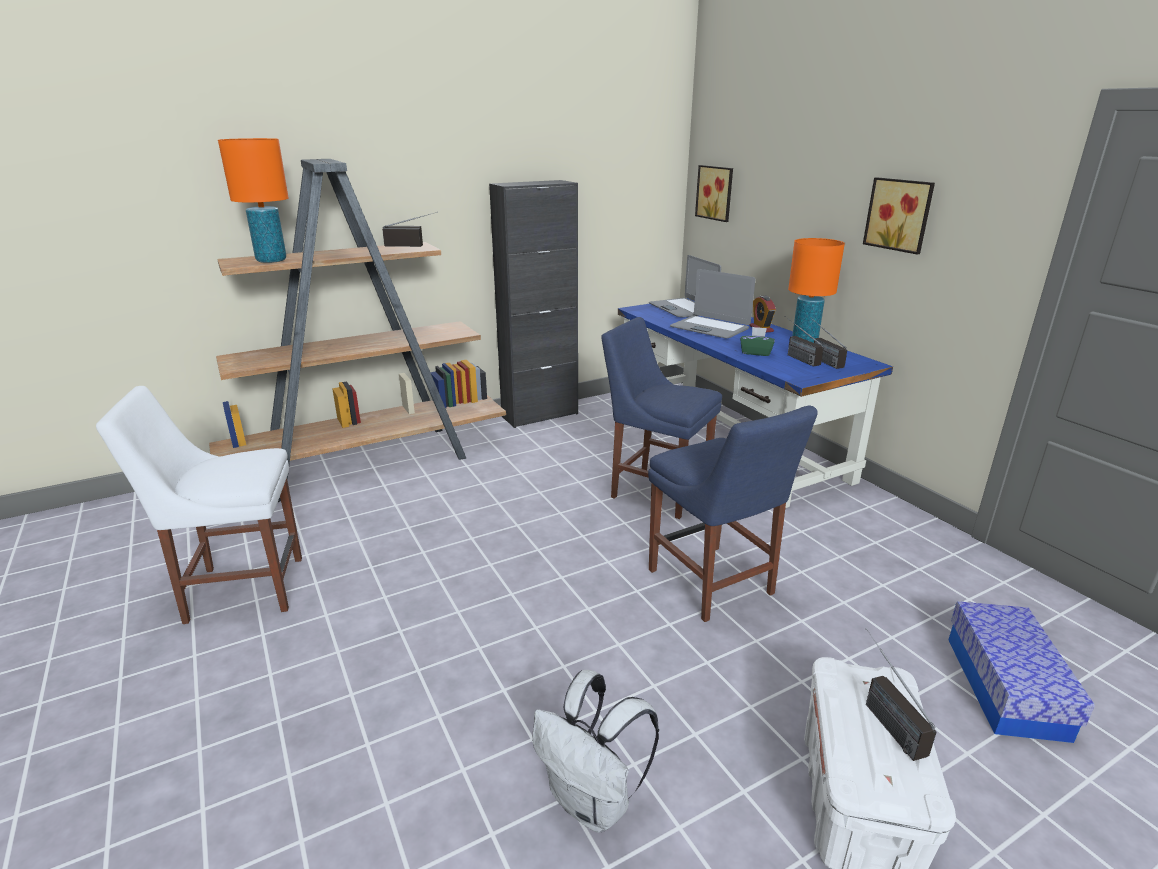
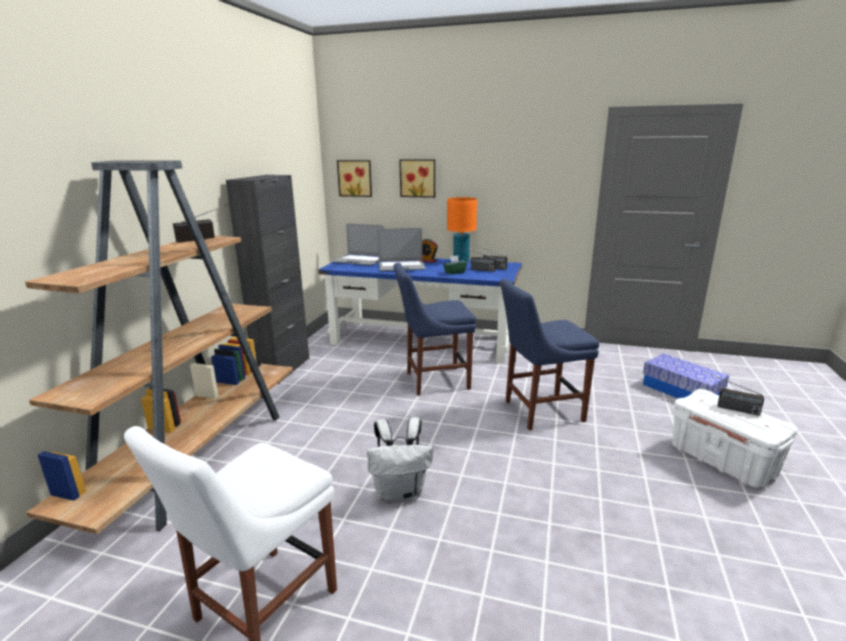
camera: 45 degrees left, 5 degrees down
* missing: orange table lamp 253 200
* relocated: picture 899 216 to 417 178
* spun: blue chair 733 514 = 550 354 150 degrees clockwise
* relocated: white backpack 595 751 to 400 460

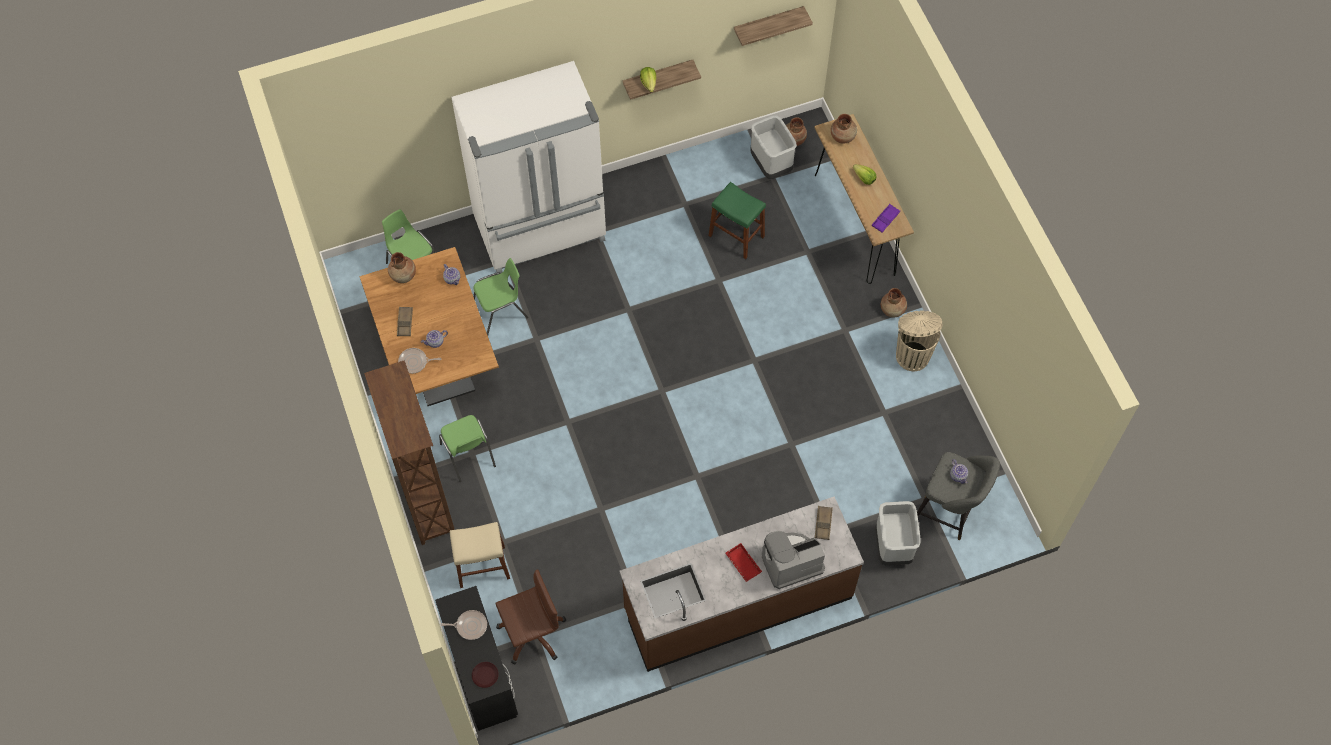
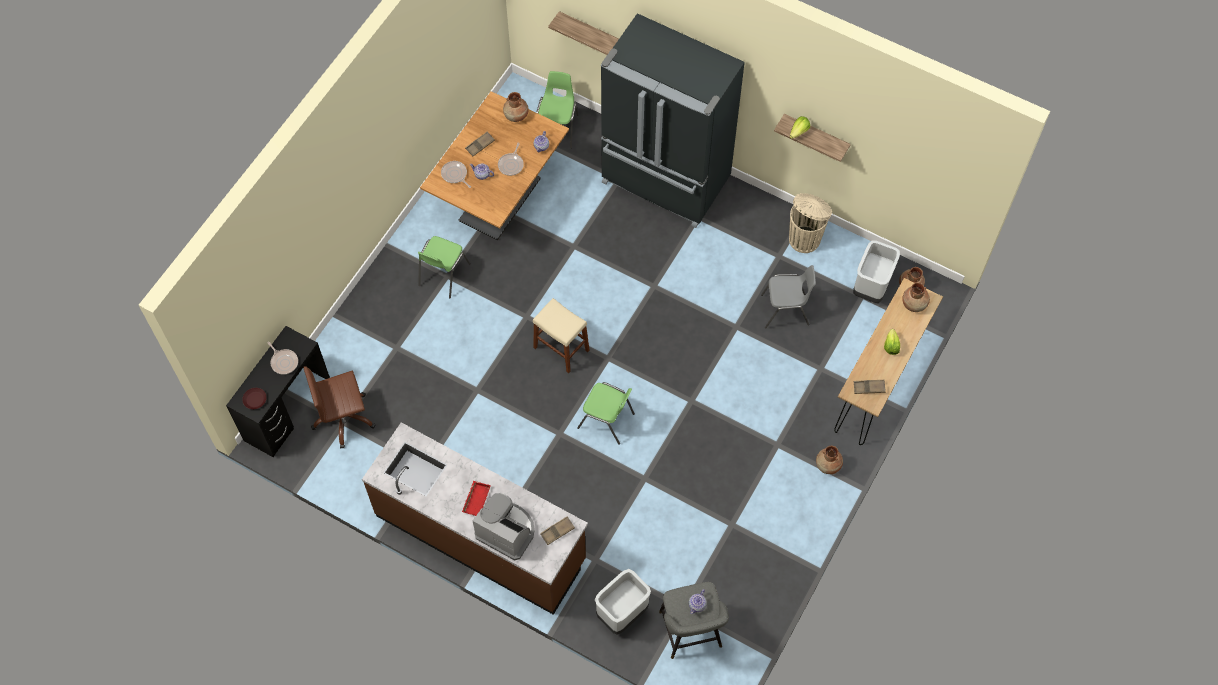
camera: 50 degrees right, 0 degrees up
* relocated: shelf 773 26 to 583 33
* colour: white fridge 528 167 to black fridge 673 120
* exchanged: green stool 737 220 to grey chair 788 296
* colour: purple tray 886 218 to brown tray 870 387
* relocated: green chair 501 296 to 606 413
* relocated: beige trash can 919 341 to 810 223
* missing: brown bookcase 409 452
* relocated: beige stool 480 555 to 561 335
* spun: brown office chair 530 617 = 339 407 135 degrees clockwise
* appeared: frying pan 511 159

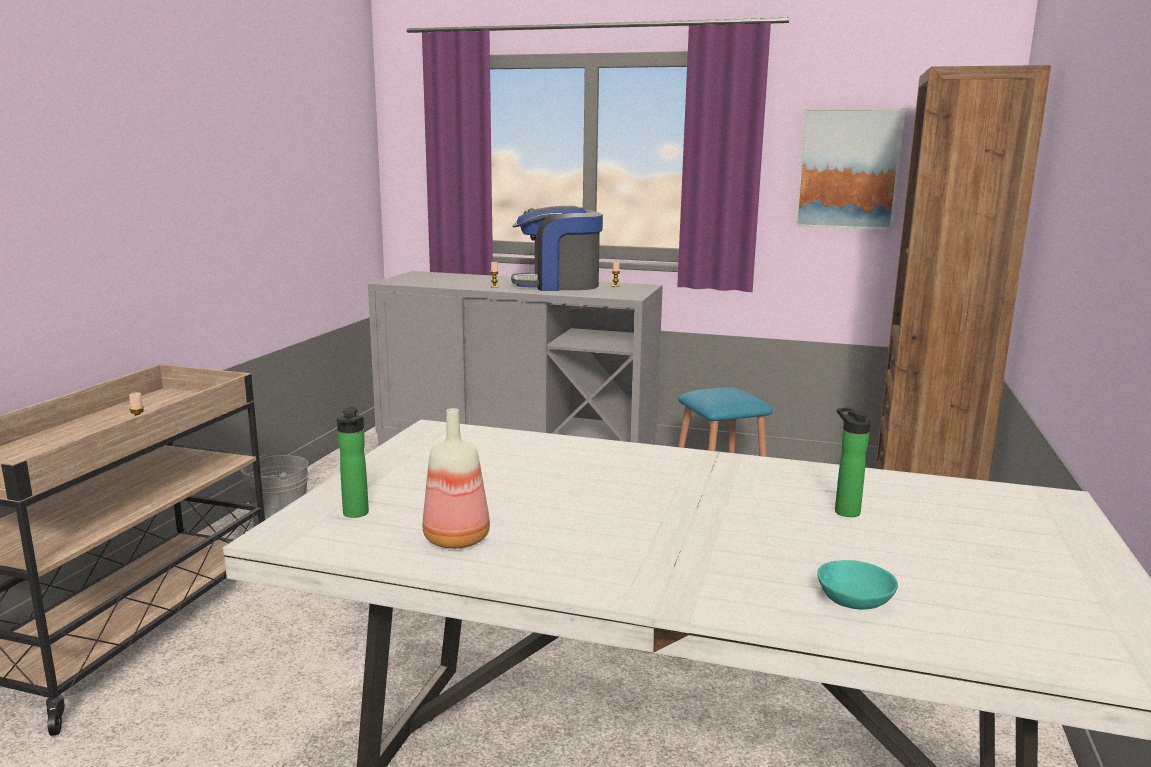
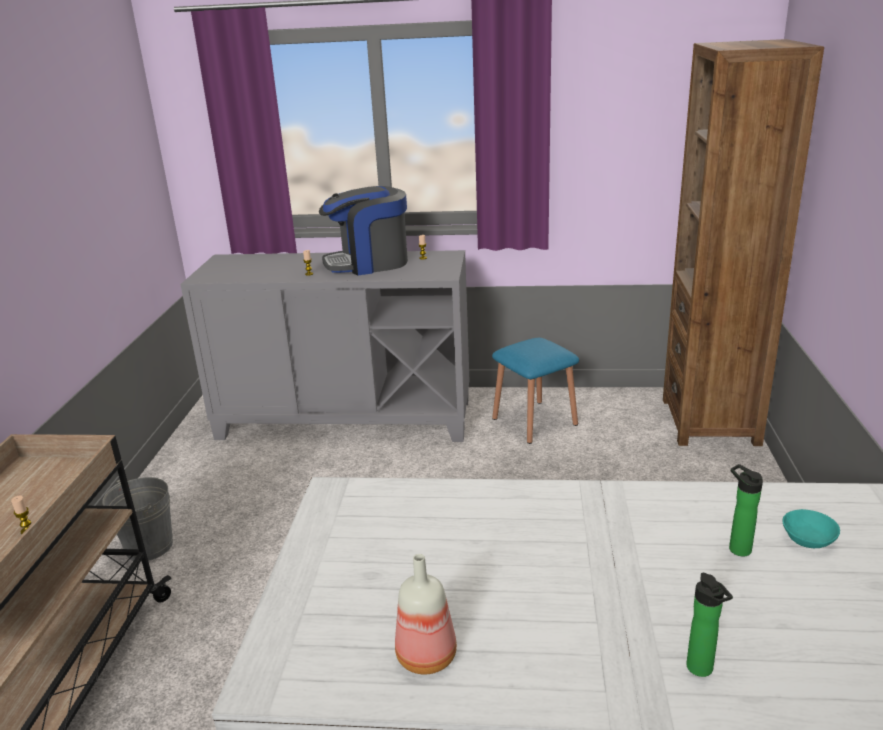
camera: 10 degrees left, 10 degrees up
* missing: picture 850 169
* relocated: bottle 353 462 to 709 625
* relocated: turquoise bowl 857 585 to 811 528

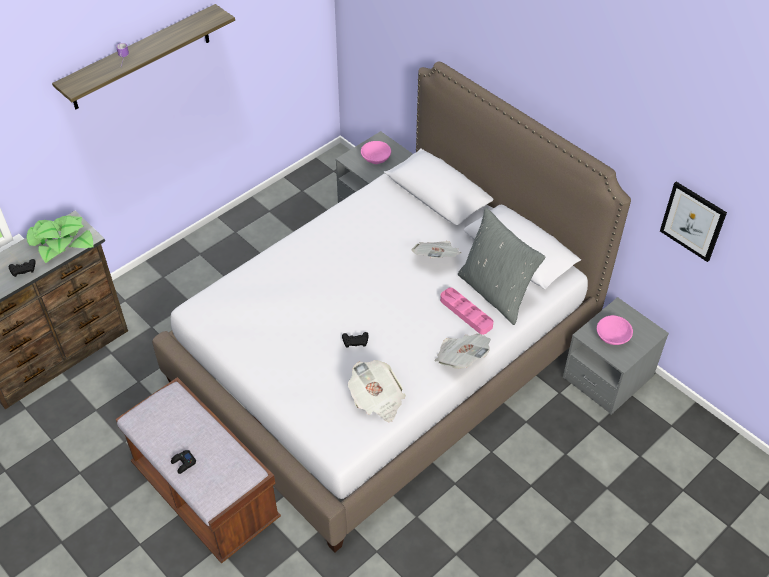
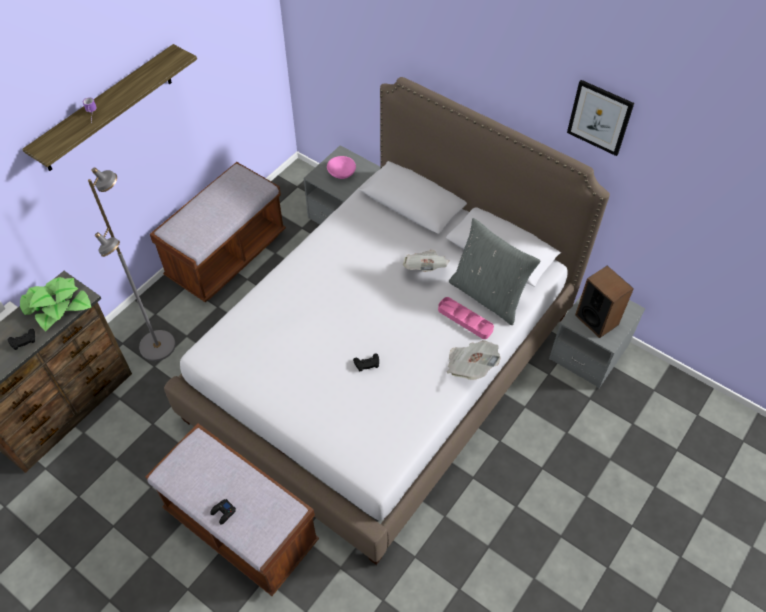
camera: 10 degrees left, 5 degrees up
* relocated: picture 693 222 to 600 118
* exchanged: pink bowl 615 330 to speaker 604 302
* missing: newspaper 377 391
* appeared: brown bench 218 232
* appeared: grey floor lamp 132 264

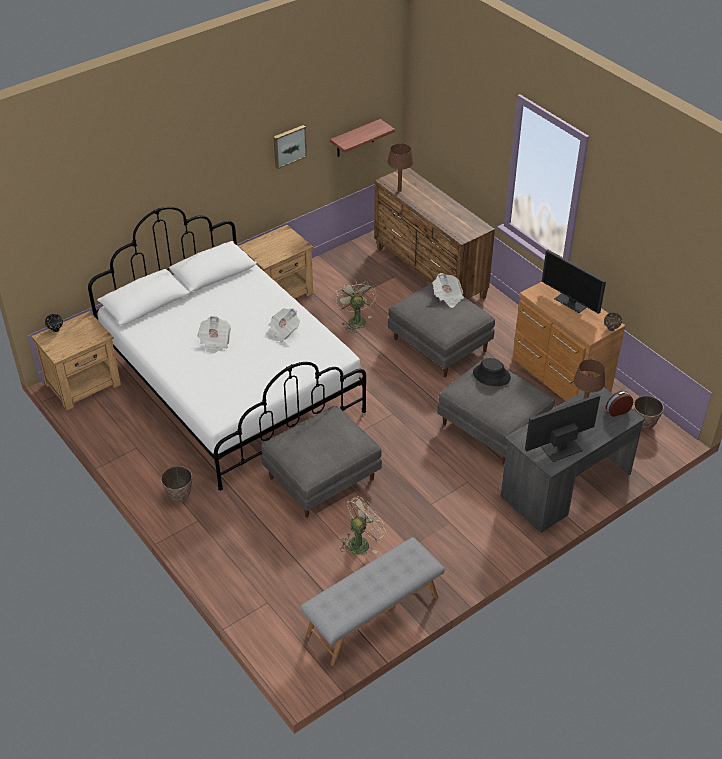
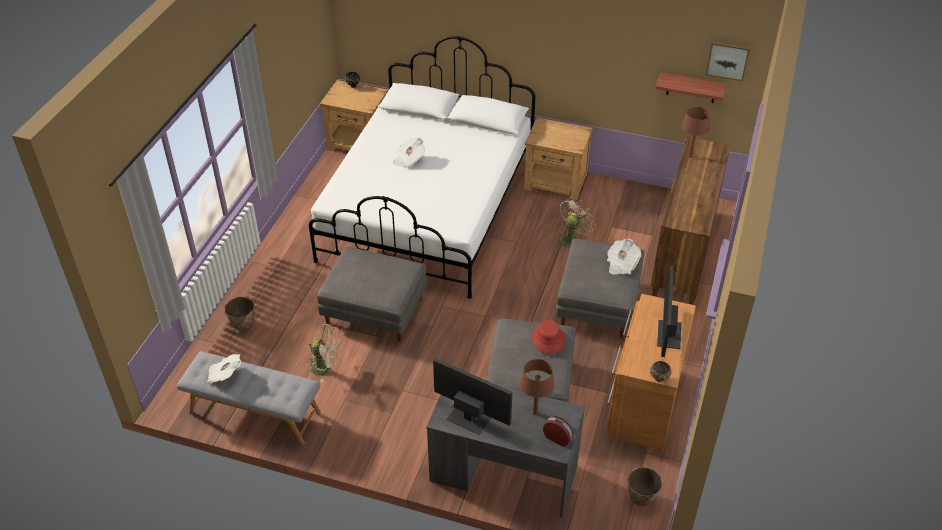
camera: 55 degrees right, 0 degrees up
* relocated: picture 290 147 to 728 61
* relocated: newspaper 282 325 to 224 368
* colour: black hat 492 372 to red hat 548 337
* relocated: planter 176 484 to 239 314

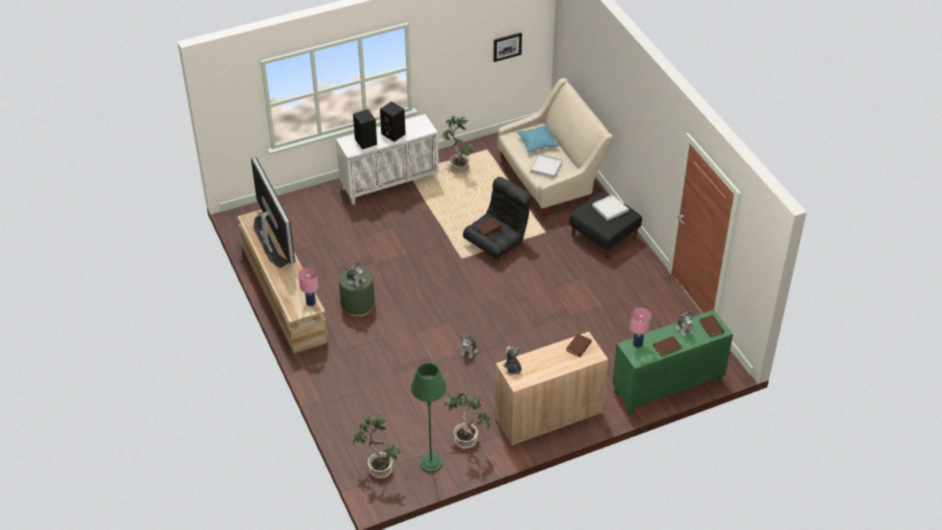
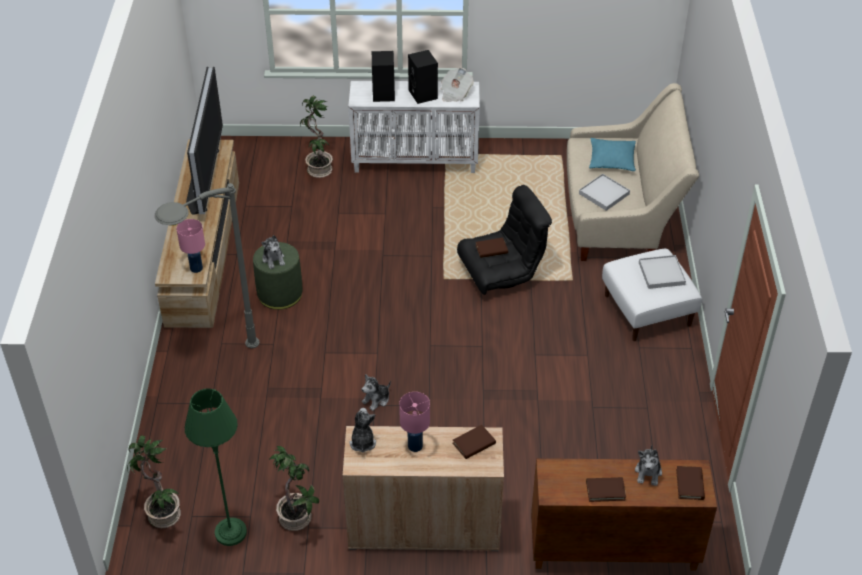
camera: 25 degrees right, 0 degrees up
* missing: picture 507 47
* relocated: potted plant 458 145 to 316 137
* colour: black ottoman 605 225 to white ottoman 652 294
* relocated: pink table lamp 640 328 to 414 422
* colour: green cabinet 672 362 to brown cabinet 624 514
* appeared: newspaper 457 85
* appeared: grey floor lamp 207 265

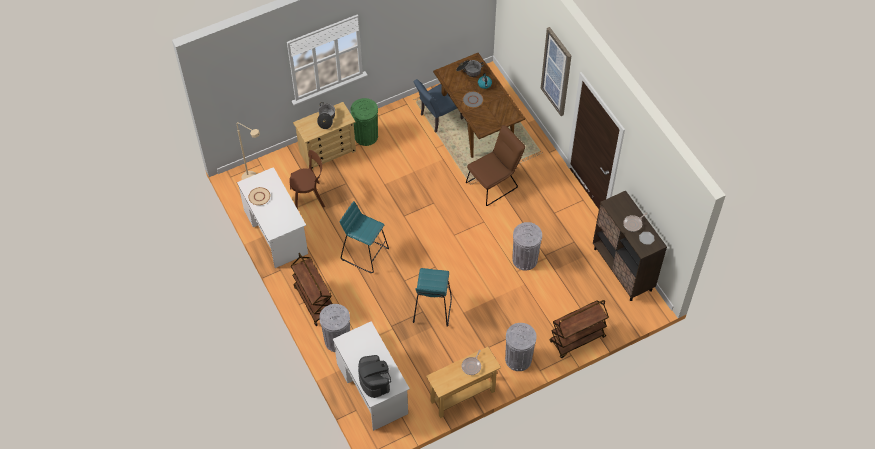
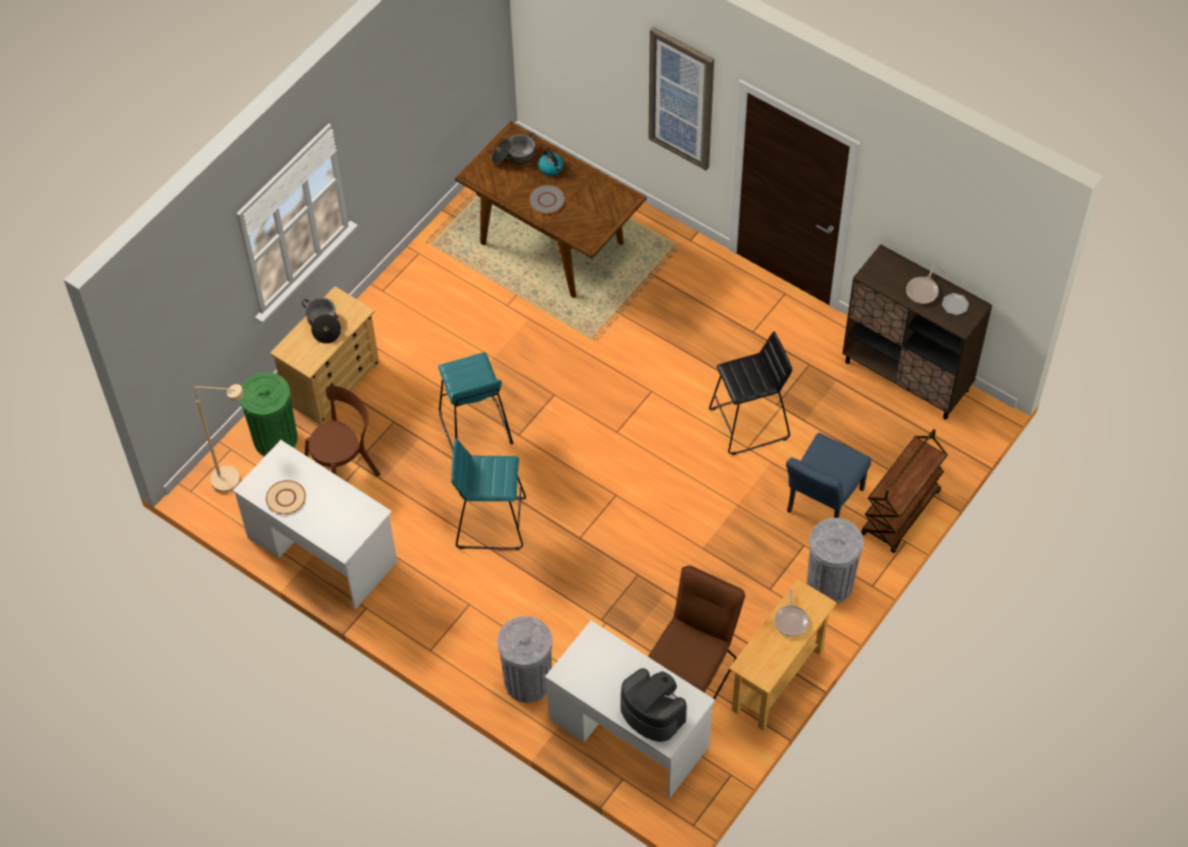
camera: 25 degrees left, 0 degrees up
* relocated: blue chair 438 106 to 828 475
* relocated: green trash can 364 122 to 269 414
* relocated: brown chair 495 165 to 696 632
* exchanged: grey trash can 527 246 to black stool 750 393
* missing: brown cart 311 289
* relocated: turquoise stool 432 297 to 475 402

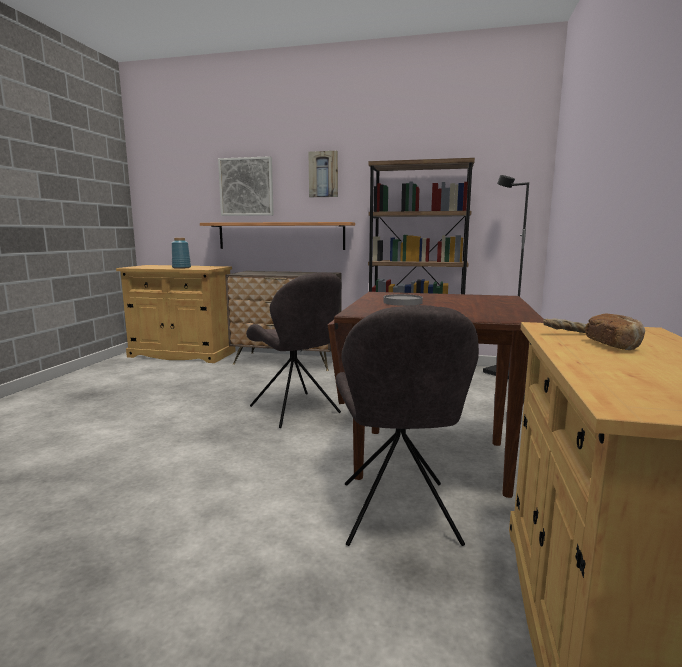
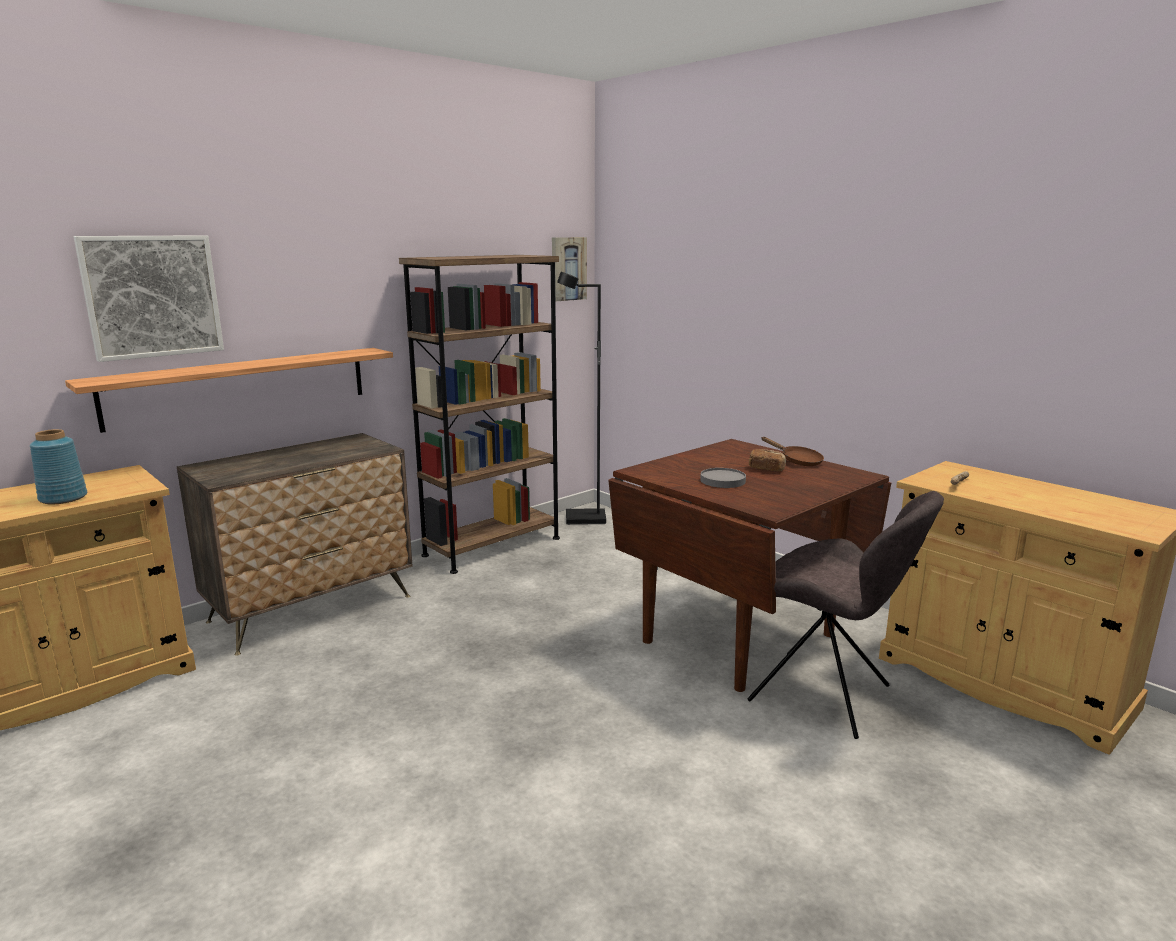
camera: 55 degrees left, 5 degrees up
* relocated: picture 323 174 to 569 269
* missing: grey chair 294 350
* relocated: bread 615 332 to 767 460
* appeared: brown frying pan 792 451

